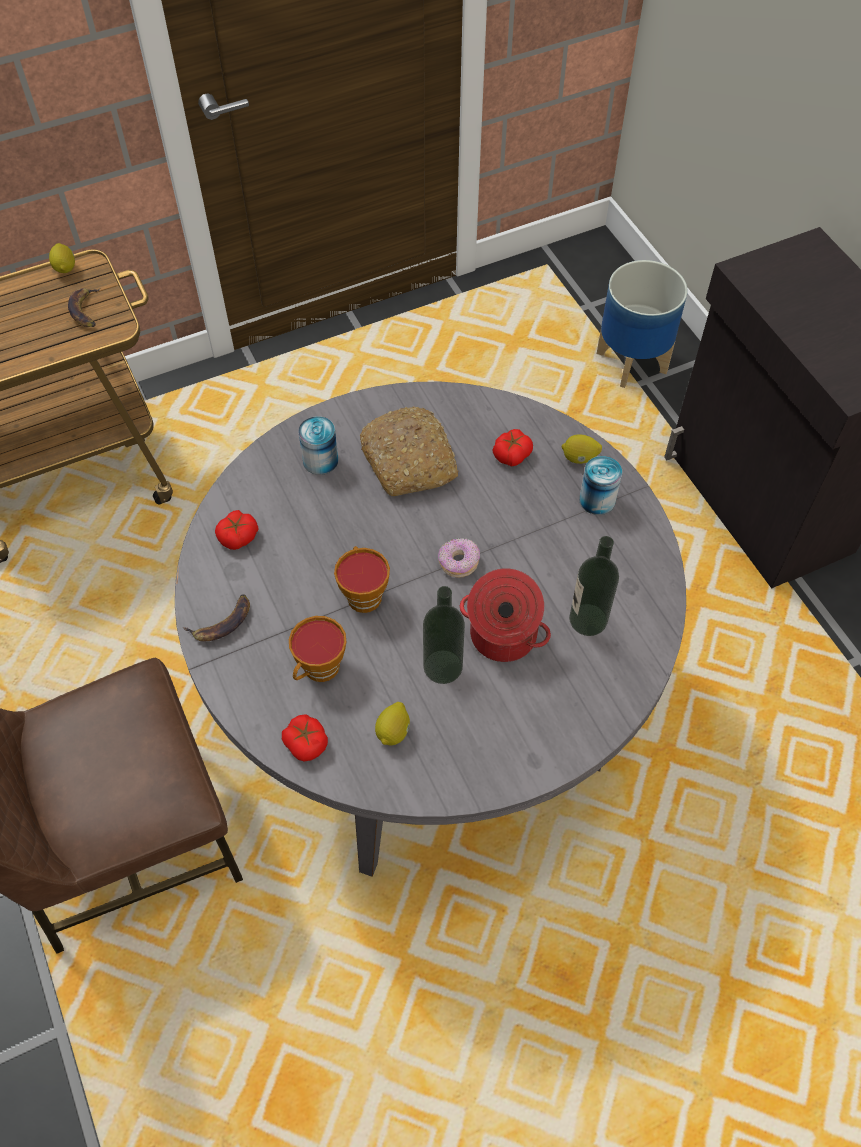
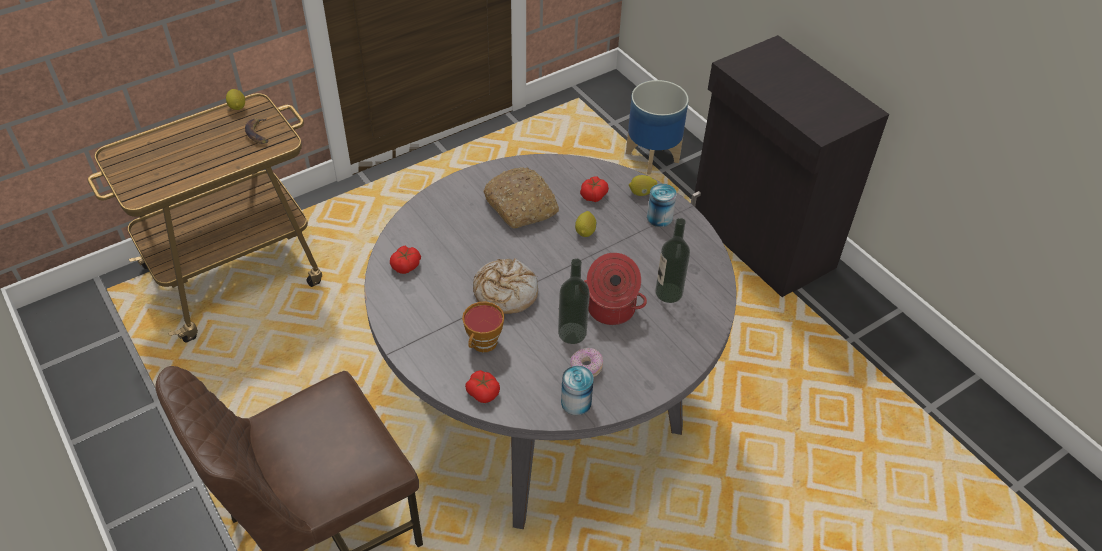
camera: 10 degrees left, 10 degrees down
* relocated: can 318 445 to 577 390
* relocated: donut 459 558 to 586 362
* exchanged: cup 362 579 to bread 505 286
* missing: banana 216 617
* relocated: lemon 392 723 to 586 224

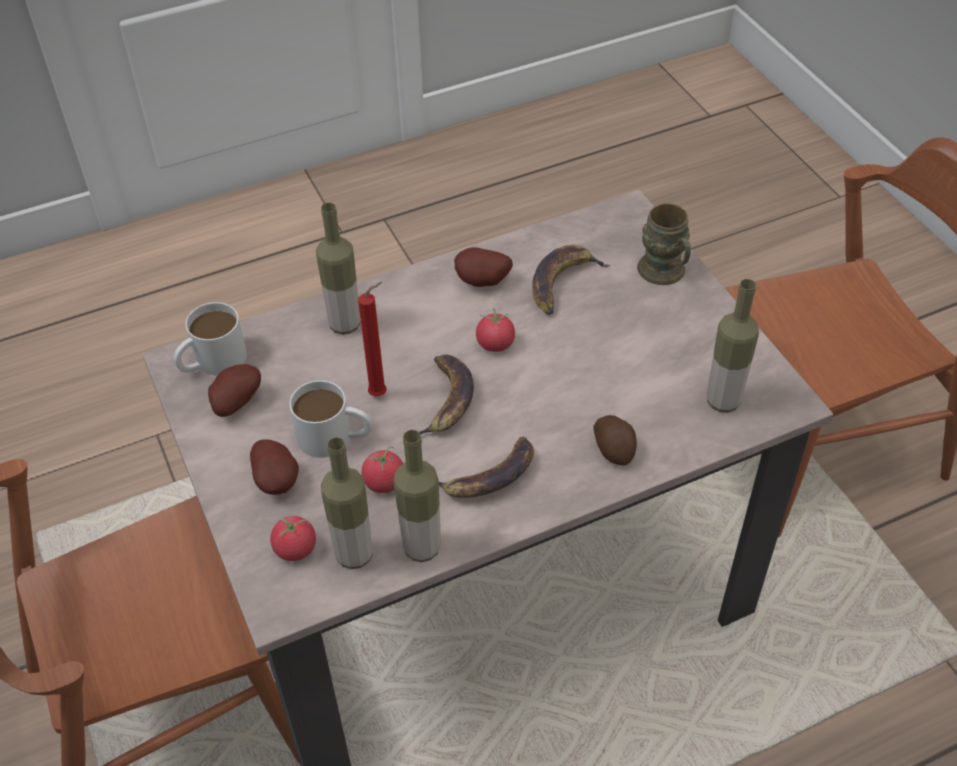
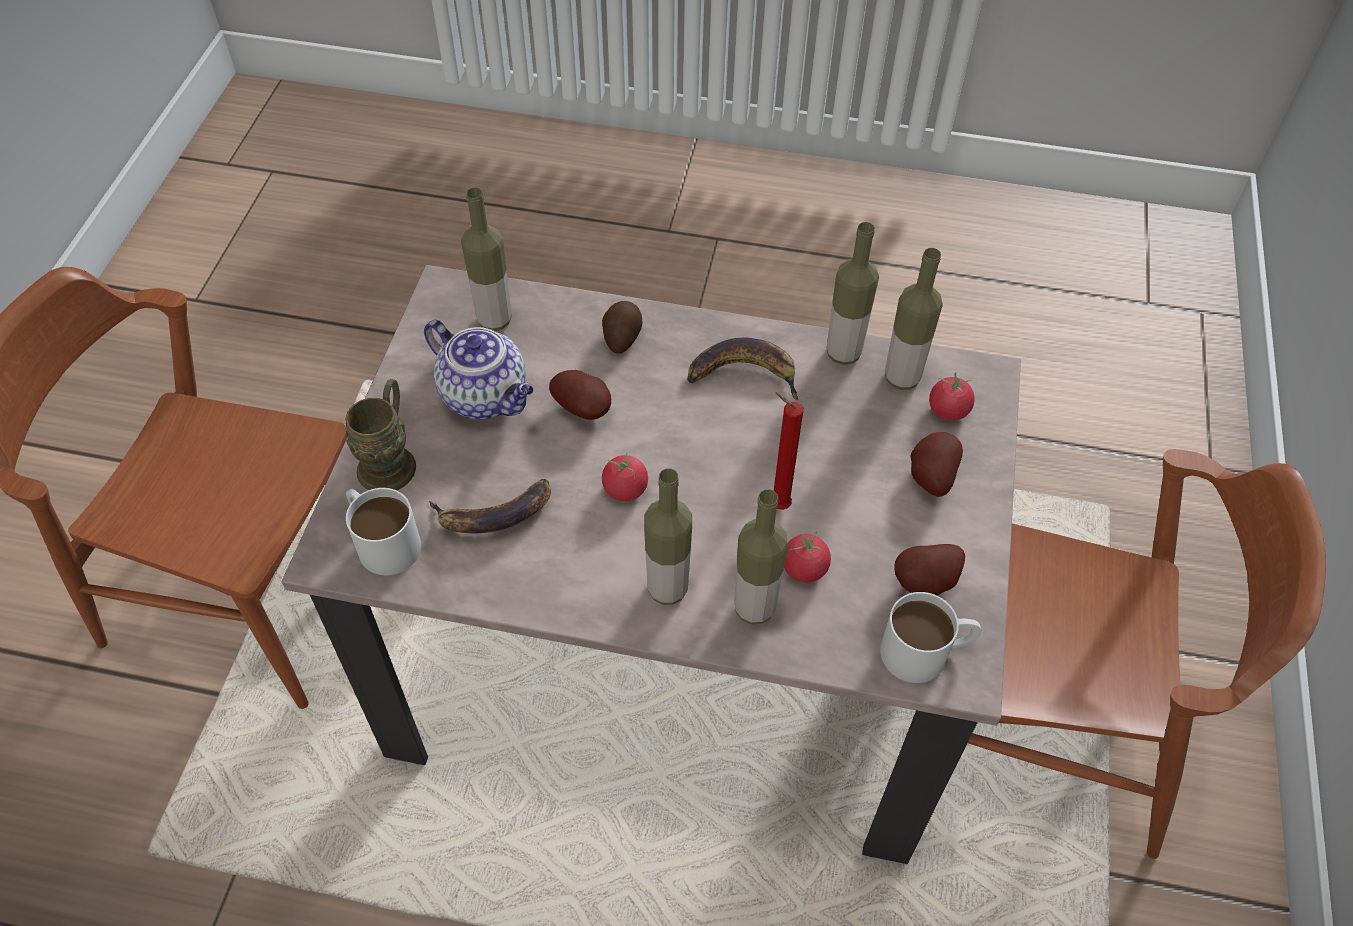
camera: 145 degrees left, 5 degrees up
* relocated: potato 483 267 to 580 395
* missing: banana 446 395
* relocated: white mug 330 419 to 383 531
* relocated: tomato 382 469 to 807 556
* appeared: teapot 479 370
* appeared: bottle 668 537

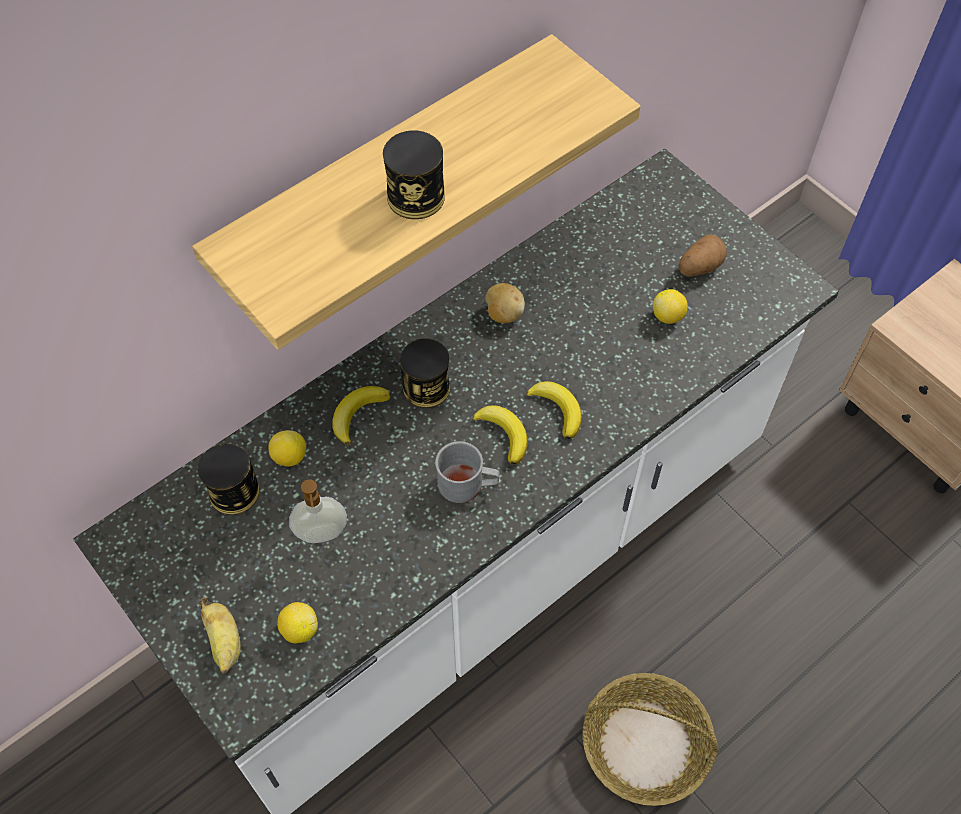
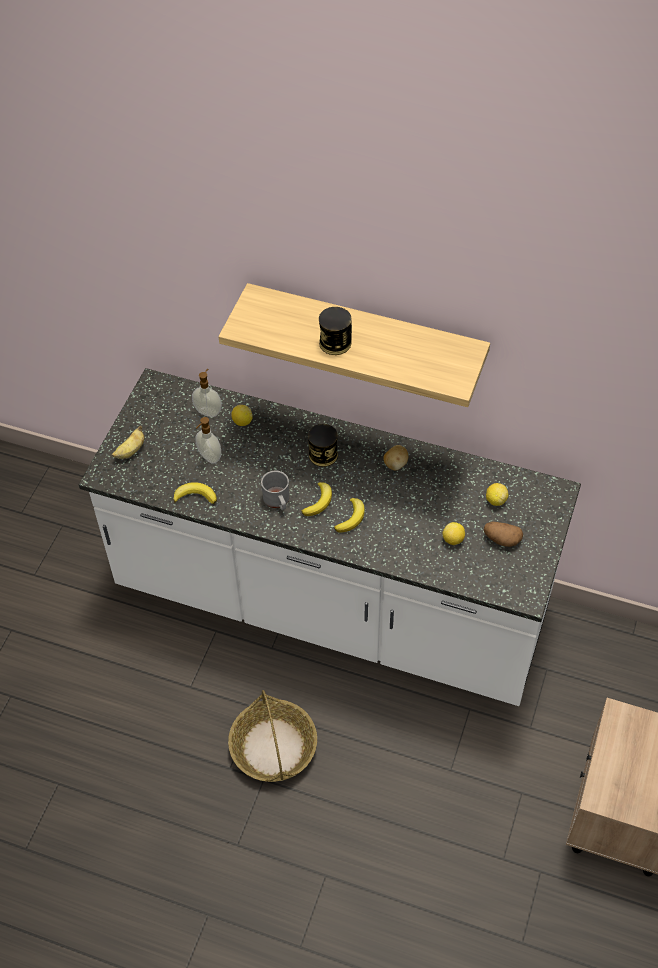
camera: 60 degrees right, 5 degrees down
* relocated: banana 361 415 to 195 493
* exchanged: can 228 479 to soap dispenser 207 393
* relocated: lemon 297 622 to 497 494

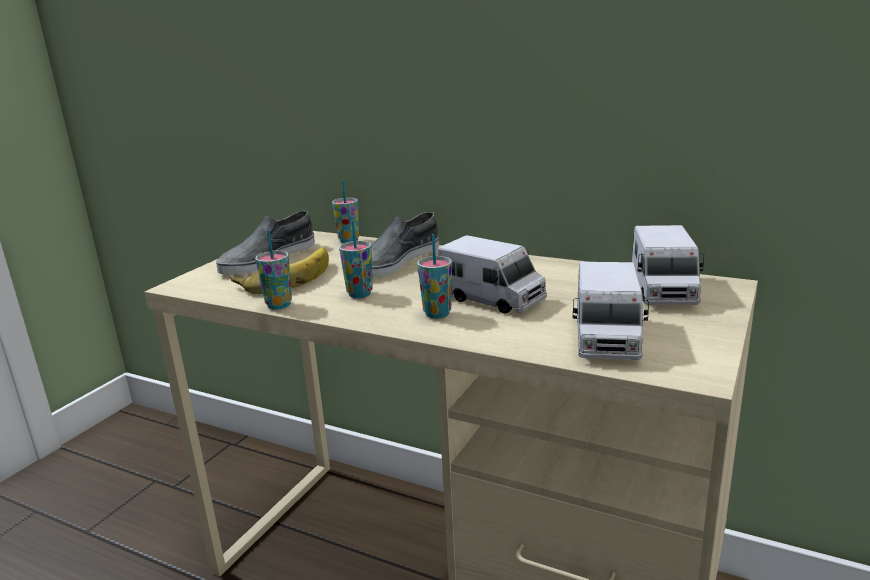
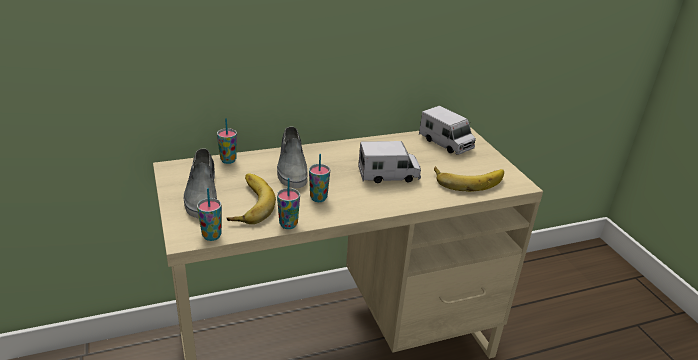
camera: 50 degrees left, 10 degrees up
* relocated: cup 434 276 to 209 214
* exchanged: toy truck 611 311 to banana 469 179

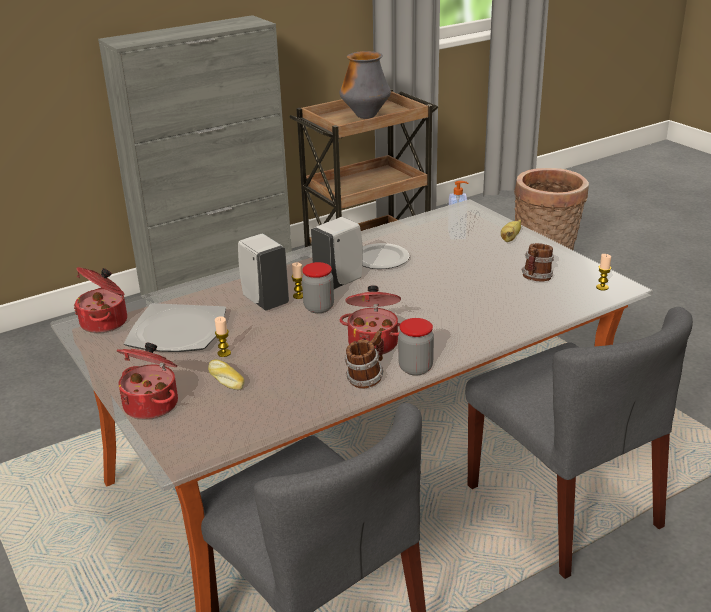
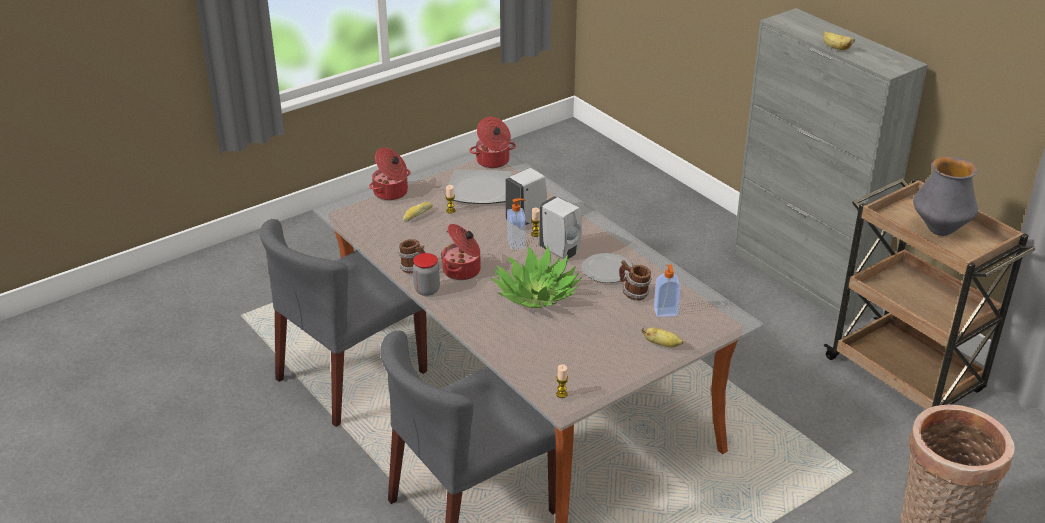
camera: 85 degrees right, 5 degrees up
* relocated: mug 537 262 to 635 280
* exchanged: jar 318 287 to soap dispenser 516 224
* appeared: banana 839 40
* appeared: potted plant 535 276

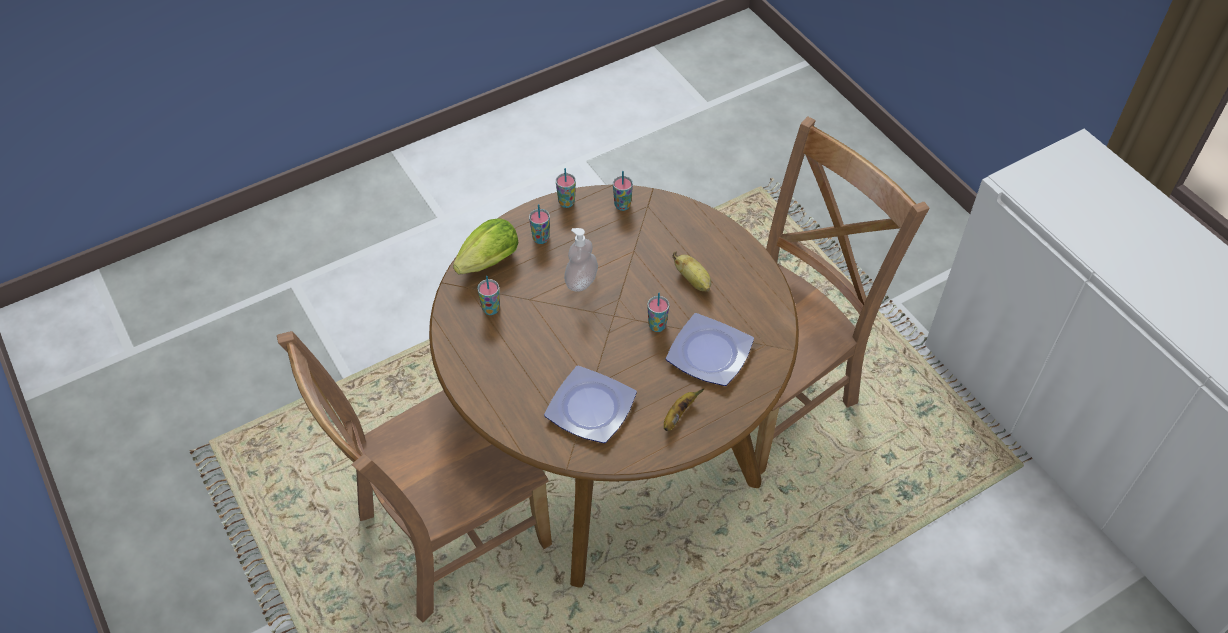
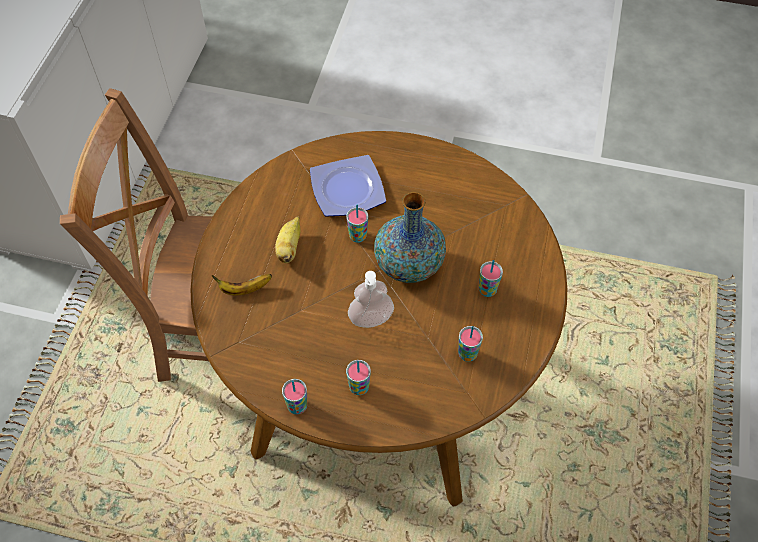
camera: 135 degrees left, 5 degrees up
* relocated: cup 623 191 to 491 278
* missing: lettuce 486 246
* missing: brown chair 414 476
* missing: plate 590 404
* relocated: banana 684 409 to 241 284
* appeared: vase 410 237

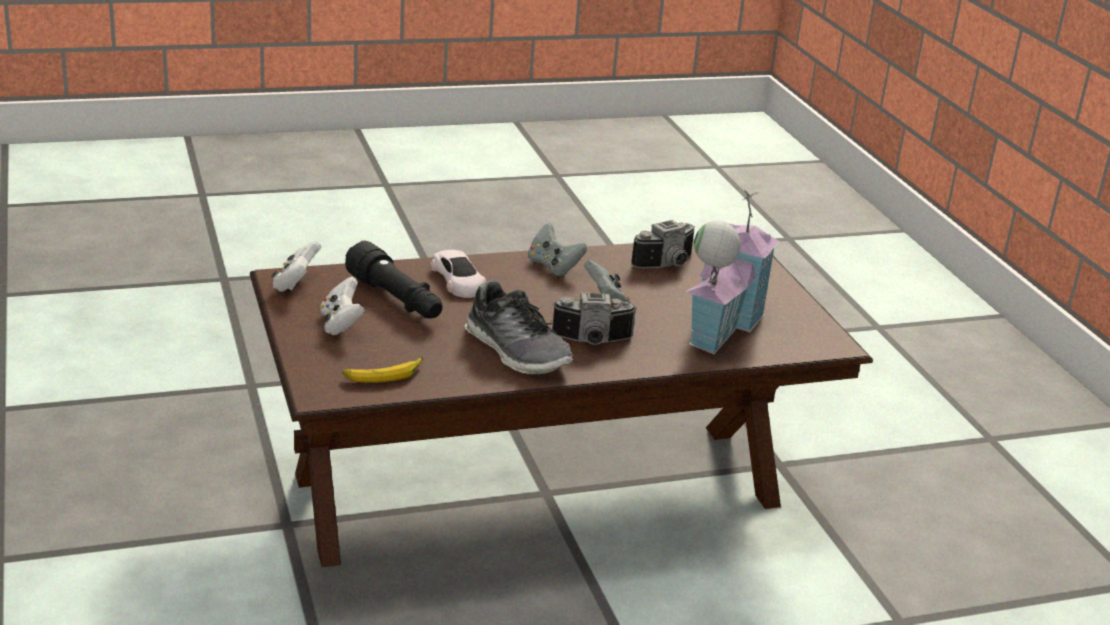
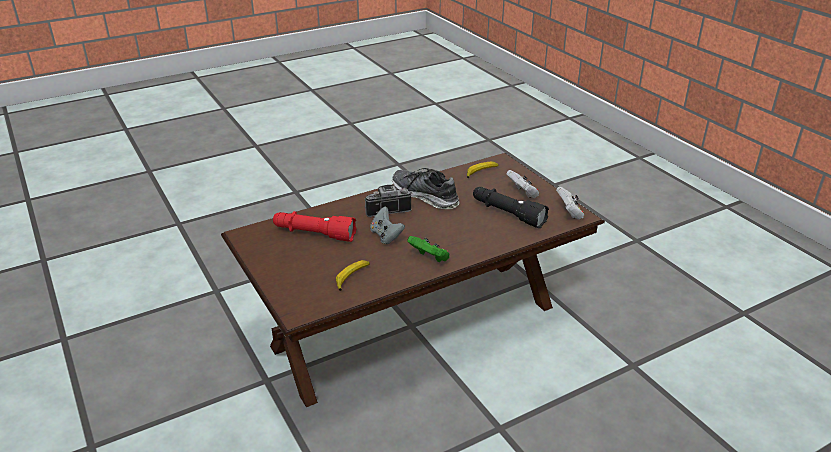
camera: 170 degrees right, 5 degrees up
* exchanged: toy house 732 272 to red flashlight 315 226
* exchanged: photo camera 663 244 to banana 353 275
* colour: grey game controller 557 249 to green game controller 428 249
* missing: white toy car 458 274

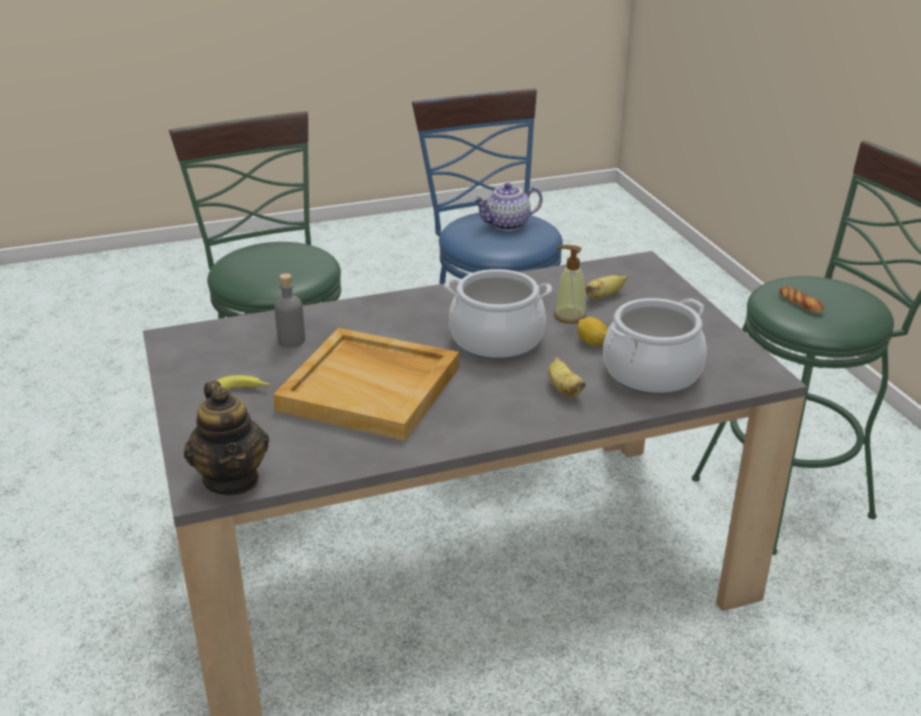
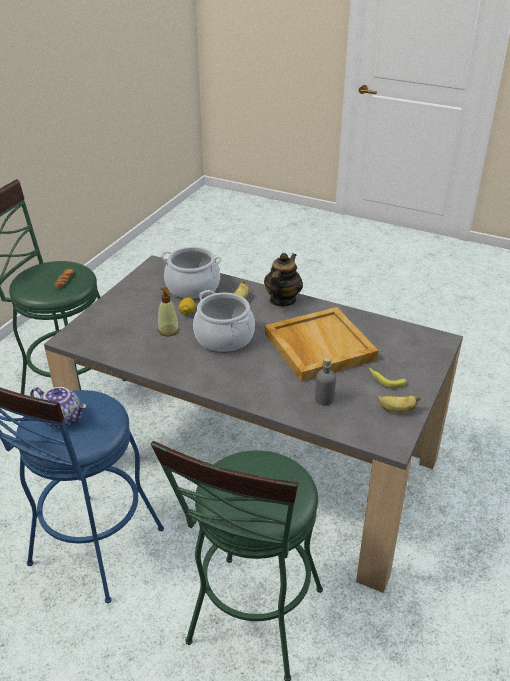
camera: 135 degrees left, 5 degrees up
* relocated: banana 606 287 to 398 404
* relocated: teapot 226 438 to 283 279

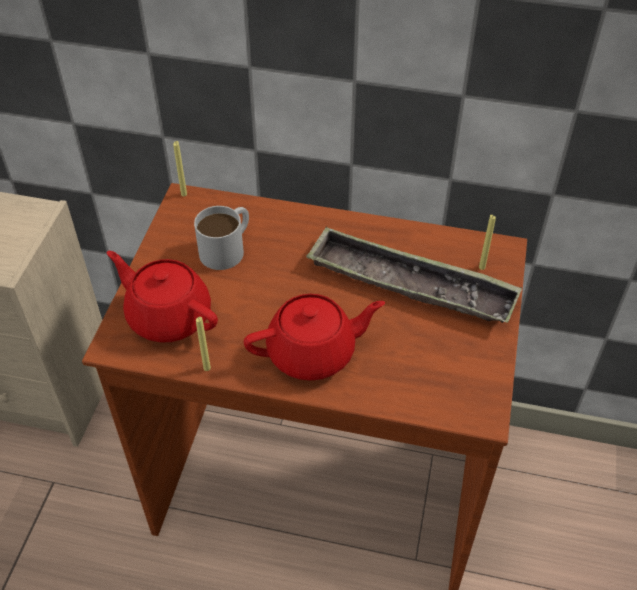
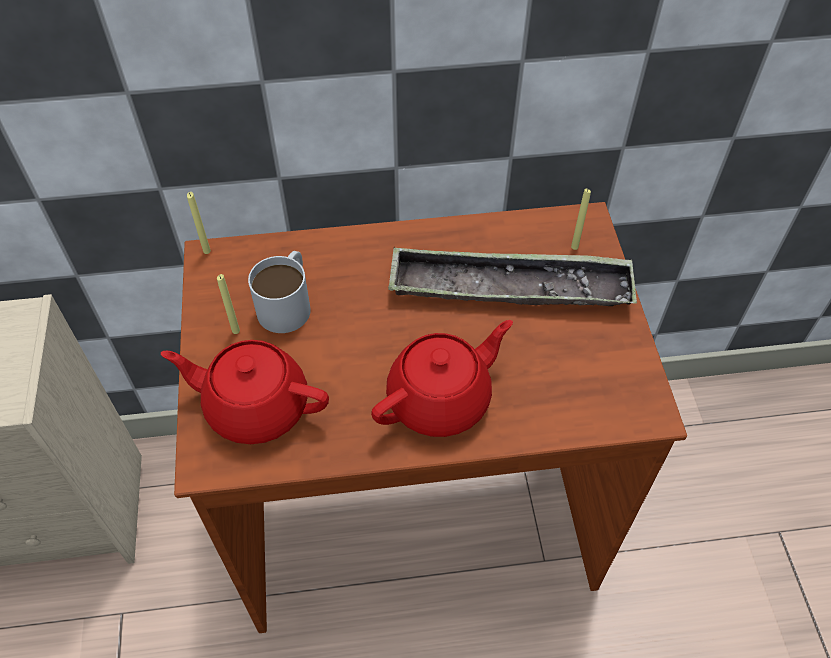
camera: 20 degrees left, 5 degrees up
* relocated: yellow candle 203 344 to 228 304

